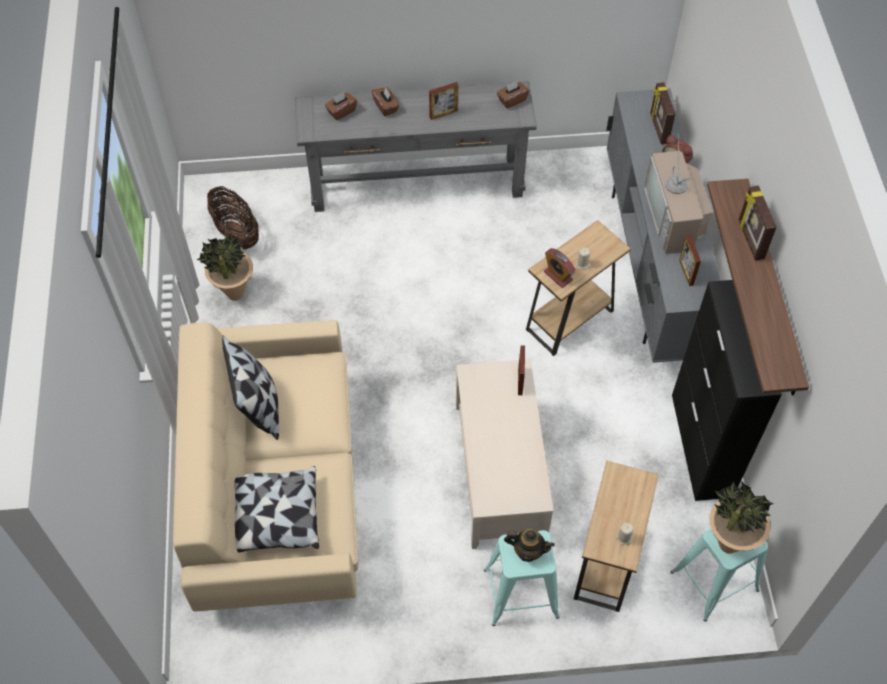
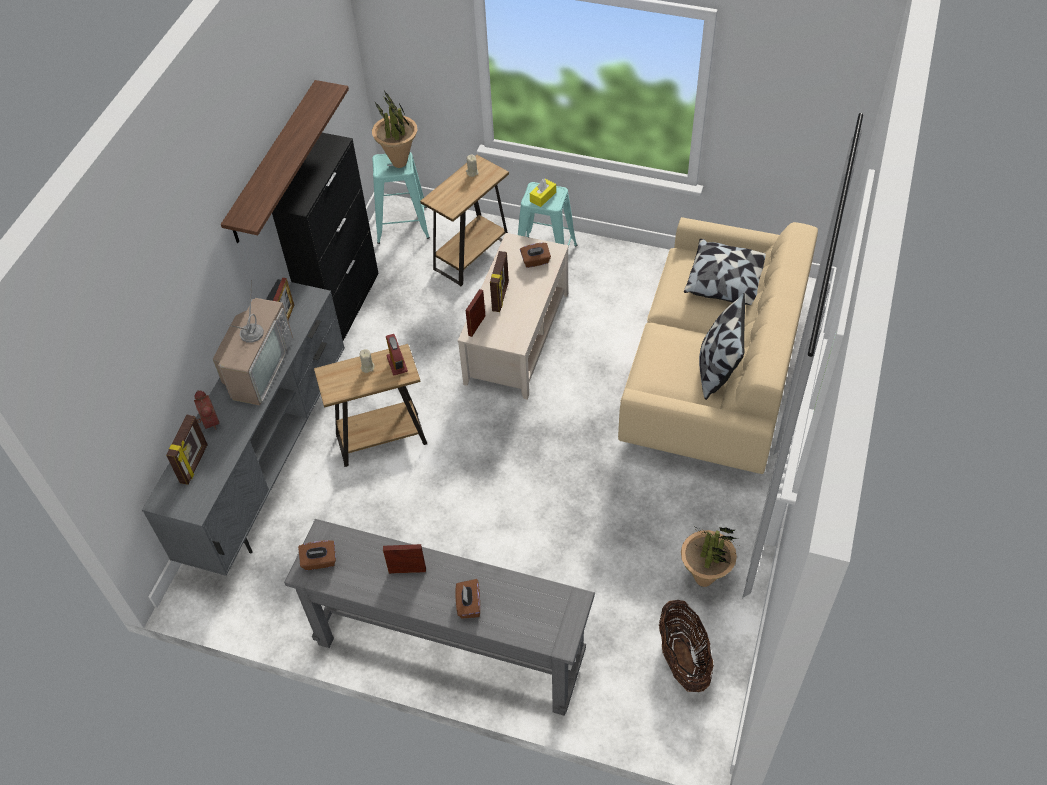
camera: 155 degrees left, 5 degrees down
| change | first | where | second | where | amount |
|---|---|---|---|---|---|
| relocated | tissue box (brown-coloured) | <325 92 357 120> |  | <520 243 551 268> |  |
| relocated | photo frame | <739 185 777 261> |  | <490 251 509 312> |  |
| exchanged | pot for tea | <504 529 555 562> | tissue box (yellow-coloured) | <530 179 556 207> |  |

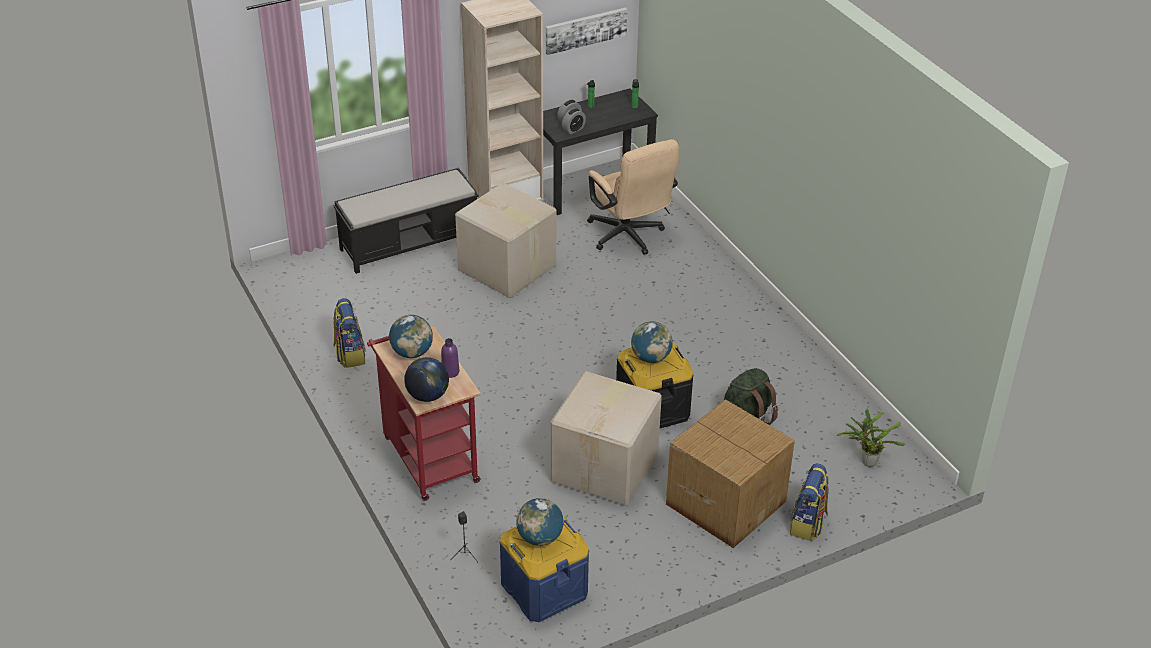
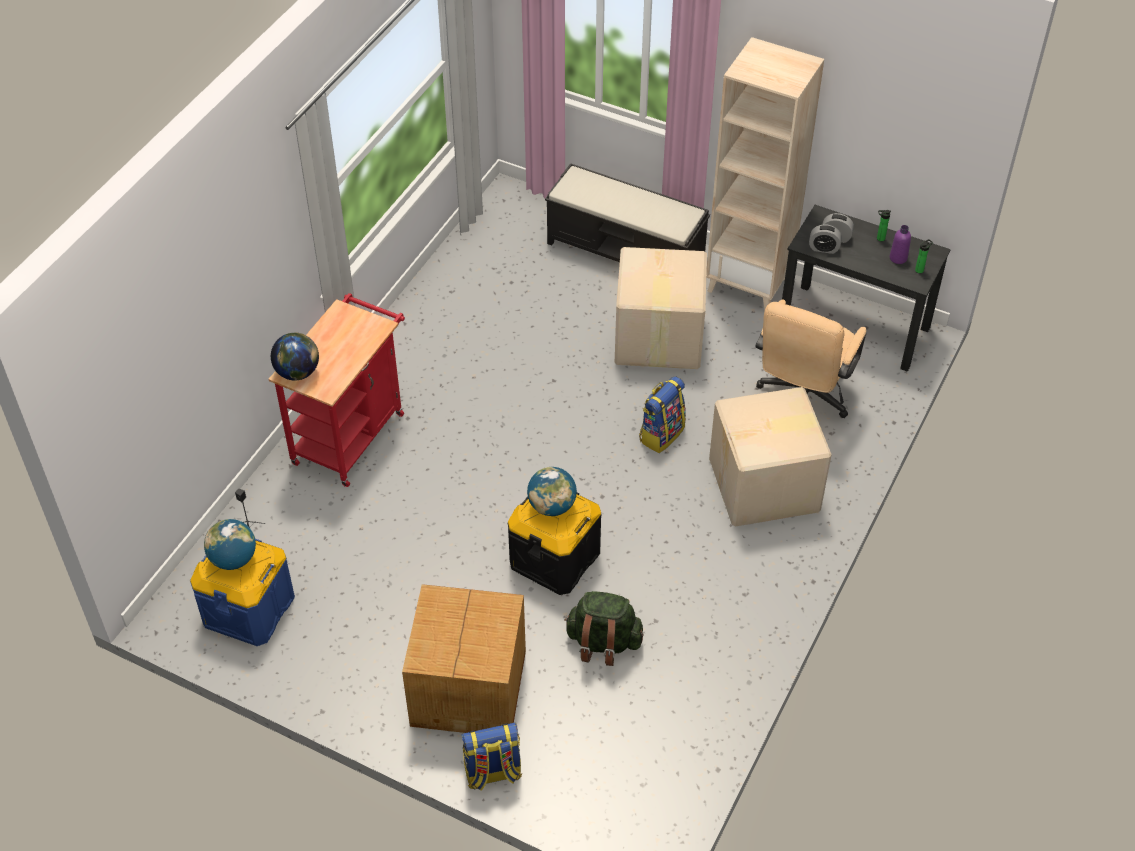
camera: 55 degrees right, 10 degrees up
| change | first | where | second | where | amount |
|---|---|---|---|---|---|
| missing | wall art | <546 8 627 55> |  |  |  |
| relocated | rucksack | <334 298 366 368> |  | <639 376 686 453> |  |
| missing | desk globe | <389 315 433 358> |  |  |  |
| relocated | beverage bottle (purplish) | <441 338 459 378> |  | <890 225 911 264> |  |
| relocated | cardboard box | <551 371 662 506> |  | <709 387 832 527> |  |
| missing | houseplant | <837 410 905 467> |  |  |  |

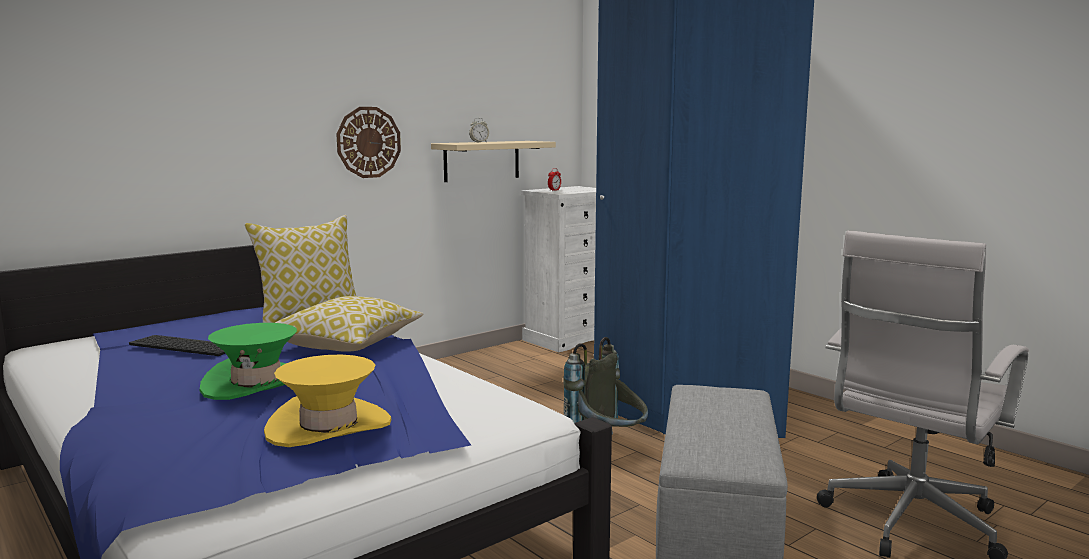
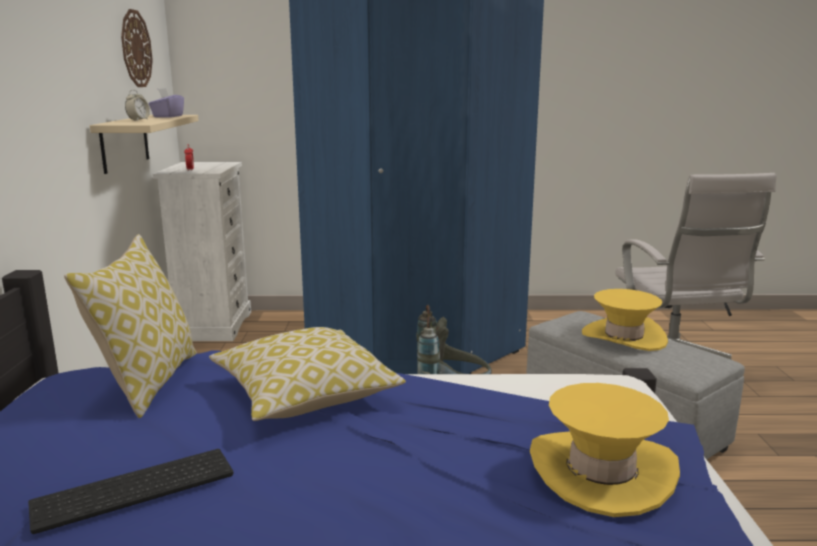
camera: 50 degrees left, 5 degrees up
| change | first | where | second | where | amount |
|---|---|---|---|---|---|
| relocated | wall clock | <336 107 401 178> |  | <121 9 153 87> |  |
| missing | hat (green) | <200 323 297 400> |  |  |  |
| appeared |  |  | tissue box (purplish) | <148 88 184 118> |  |
| appeared |  |  | hat (yellow-coloured) | <582 289 668 351> |  |

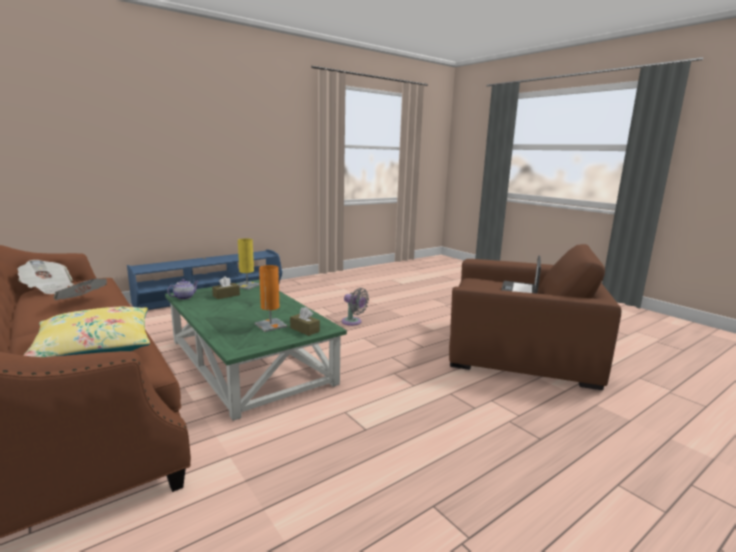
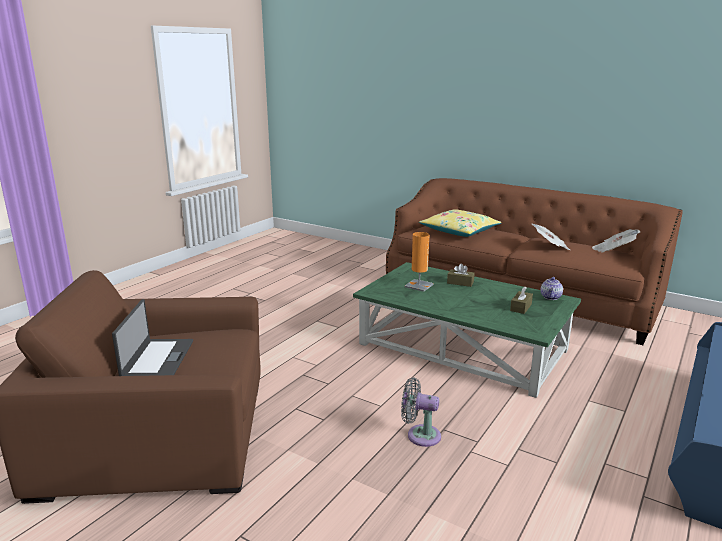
camera: 160 degrees right, 5 degrees up
| change | first | where | second | where | amount |
|---|---|---|---|---|---|
| missing | tabletop lamp (yellow-coloured) | <237 238 260 290> |  |  |  |
| relocated | tissue box (brown-coloured) | <290 307 320 336> |  | <447 264 474 287> |  |

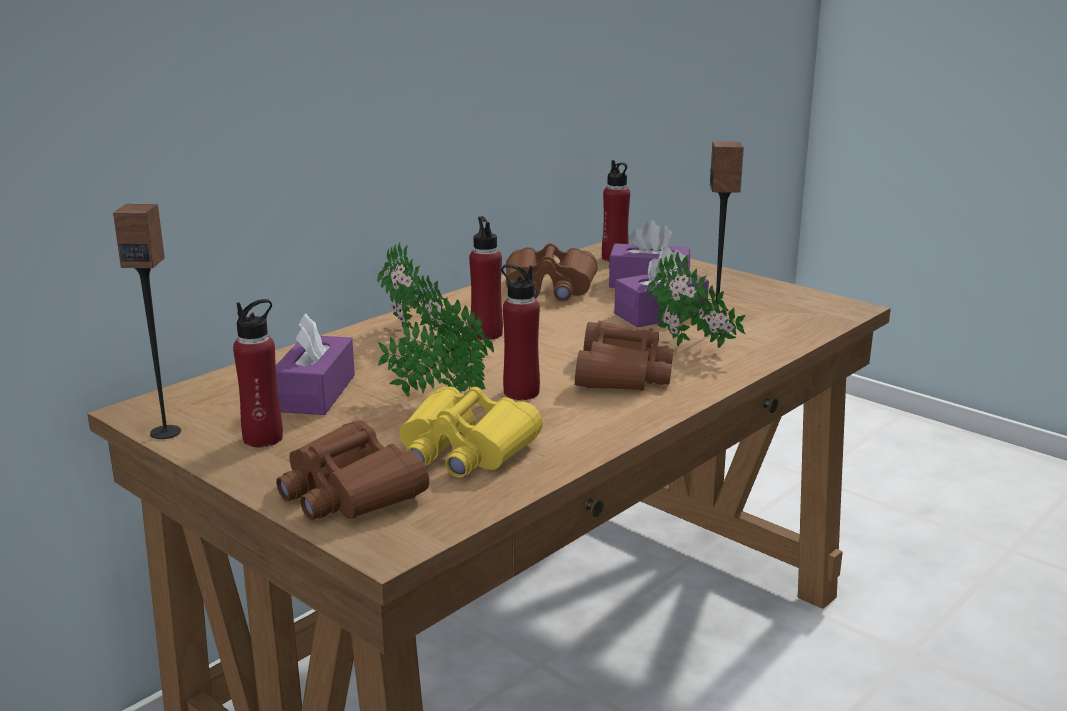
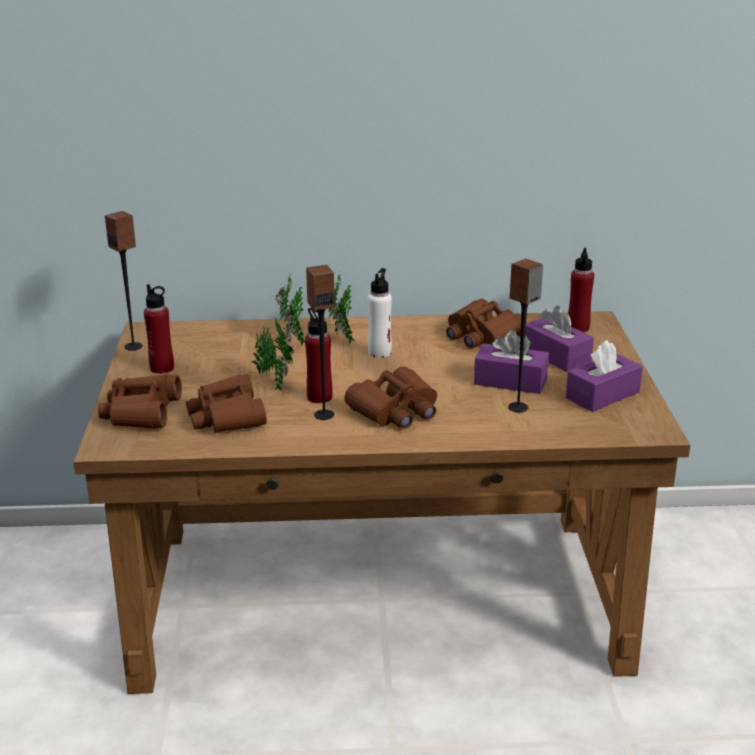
camera: 45 degrees right, 5 degrees up
| change | first | where | second | where | amount |
|---|---|---|---|---|---|
| colour | beverage bottle (red-coloured) | <469 216 503 340> | beverage bottle (white) | <368 268 392 358> |  |
| relocated | houseplant | <647 251 745 348> |  | <275 274 305 345> |  |
| relocated | tissue box (purplish) | <276 313 355 415> |  | <566 340 643 412> |  |
| colour | binoculars (yellow-coloured) | <399 387 543 478> | binoculars (brown-coloured) | <186 374 267 433> |  |
| appeared |  |  | audio speaker | <306 265 335 420> |  |

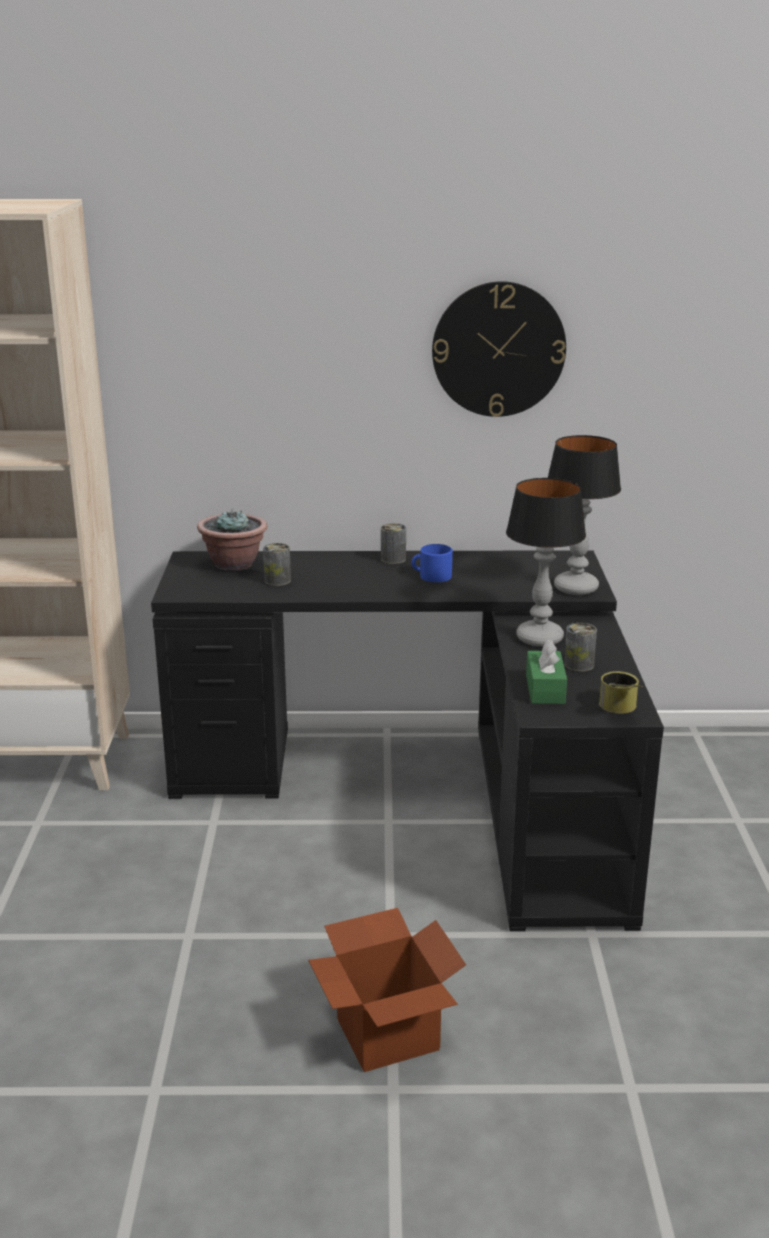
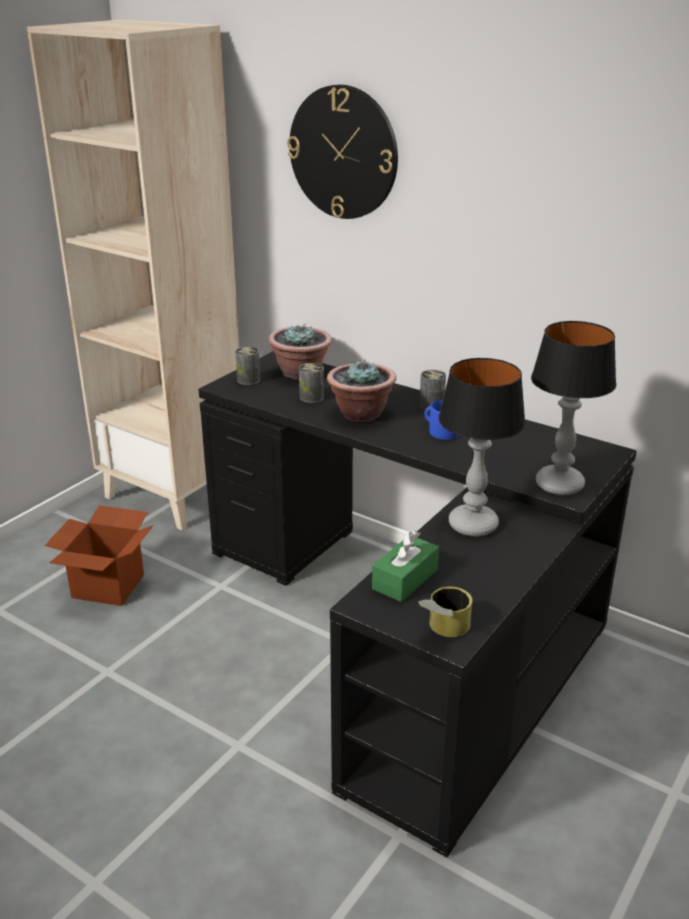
camera: 35 degrees right, 5 degrees up
| change | first | where | second | where | amount |
|---|---|---|---|---|---|
| relocated | wall clock | <432 281 566 417> |  | <287 85 398 219> |  |
| relocated | metal can | <564 623 597 672> |  | <235 347 261 385> |  |
| relocated | cardboard box | <308 908 466 1072> |  | <44 505 154 606> |  |
| appeared |  |  | houseplant | <327 360 396 423> |  |

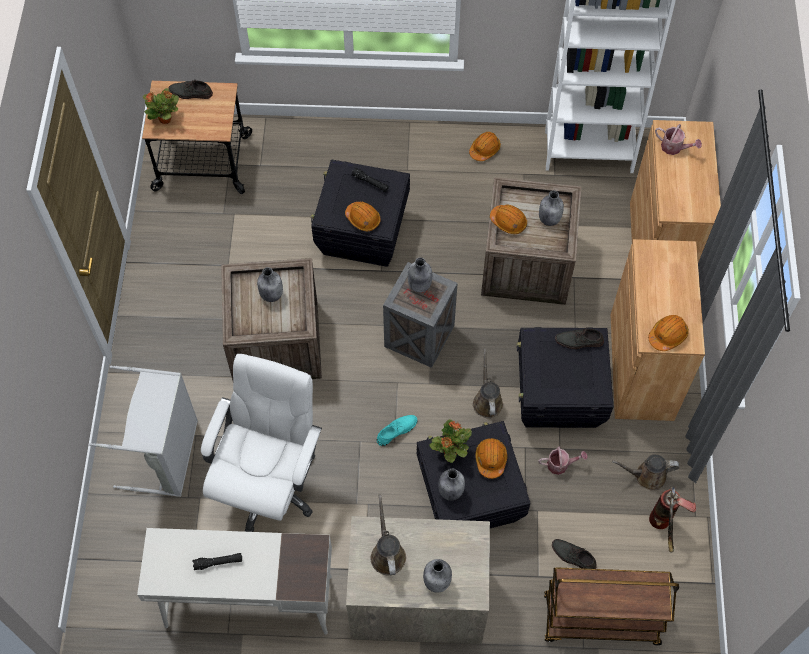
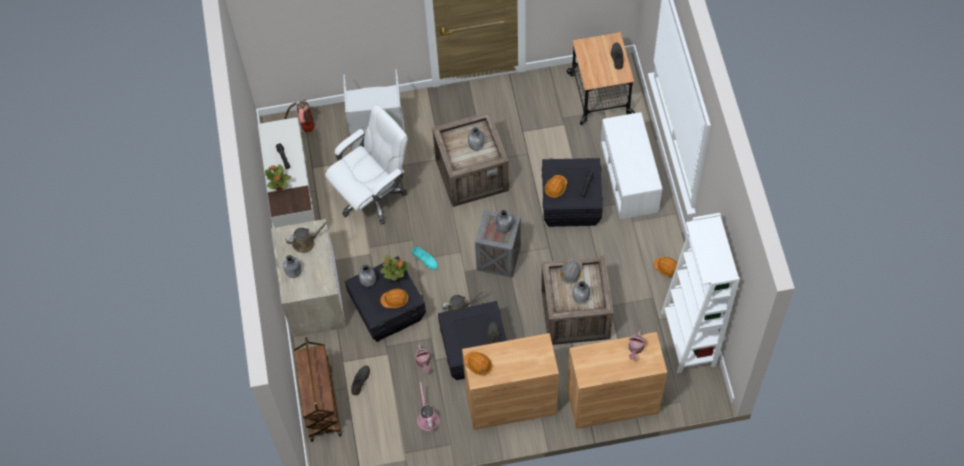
camera: 80 degrees right, 0 degrees up
| change | first | where | second | where | amount |
|---|---|---|---|---|---|
| relocated | houseplant | <143 88 179 124> |  | <265 164 291 190> |  |
| colour | safety helmet (orange-coloured) | <490 204 527 234> | safety helmet (grey) | <560 259 583 283> |  |
| spun | office chair (white) | <201 354 322 532> |  | <325 104 408 225> | 45 degrees counterclockwise |
| colour | sprinkling can (brown-coloured) | <612 454 680 491> | sprinkling can (pink) | <417 382 439 431> |  |
| relocated | fire-fighting cylinder | <649 486 696 553> |  | <284 100 315 132> |  |
| appeared |  |  | bench (white) | <601 112 662 219> |  |

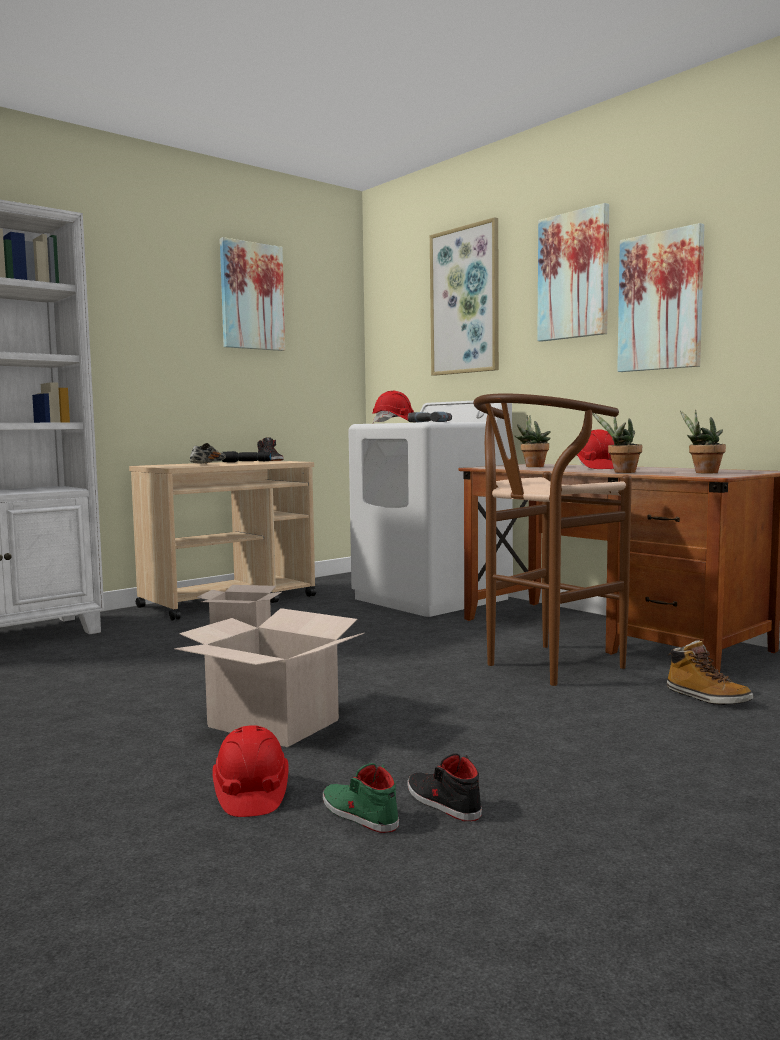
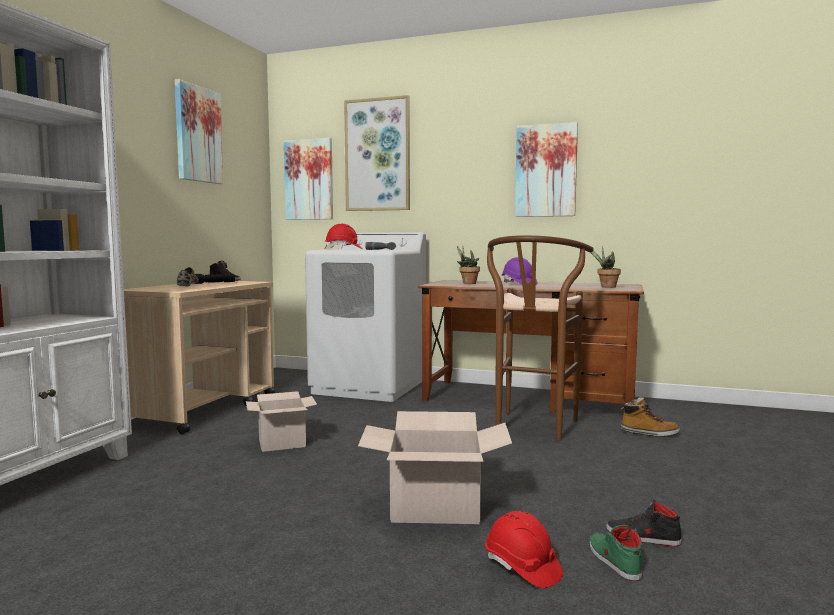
camera: 30 degrees left, 0 degrees up
| change | first | where | second | where | amount |
|---|---|---|---|---|---|
| relocated | wall art | <537 203 609 342> |  | <284 138 333 220> |  |
| missing | houseplant | <592 413 642 473> |  |  |  |
| colour | safety helmet (red-coloured) | <576 429 614 469> | safety helmet (purplish) | <502 257 538 285> |  |
| spun | item of footwear (green) | <323 763 399 833> |  | <590 525 642 581> | 60 degrees clockwise |

